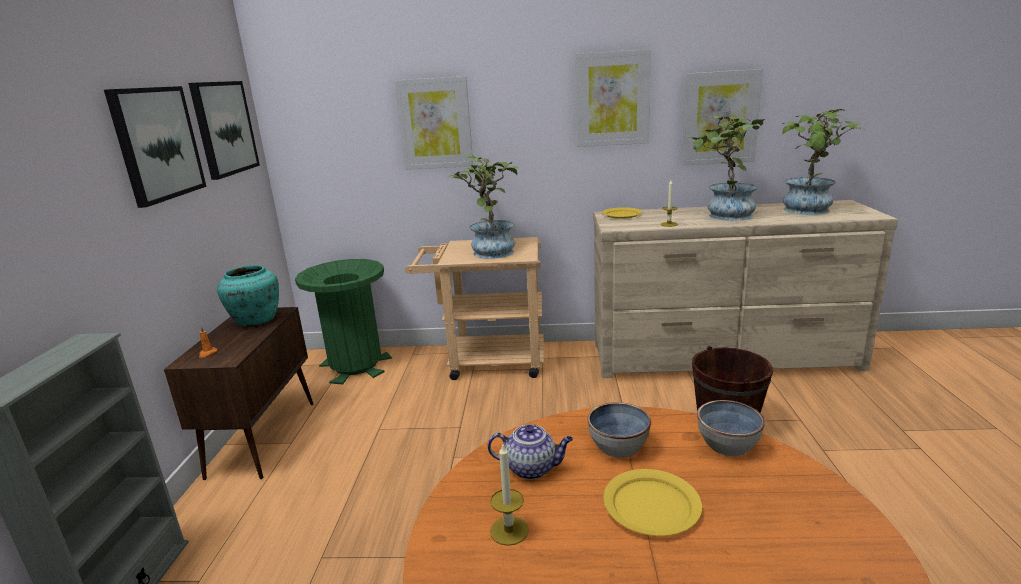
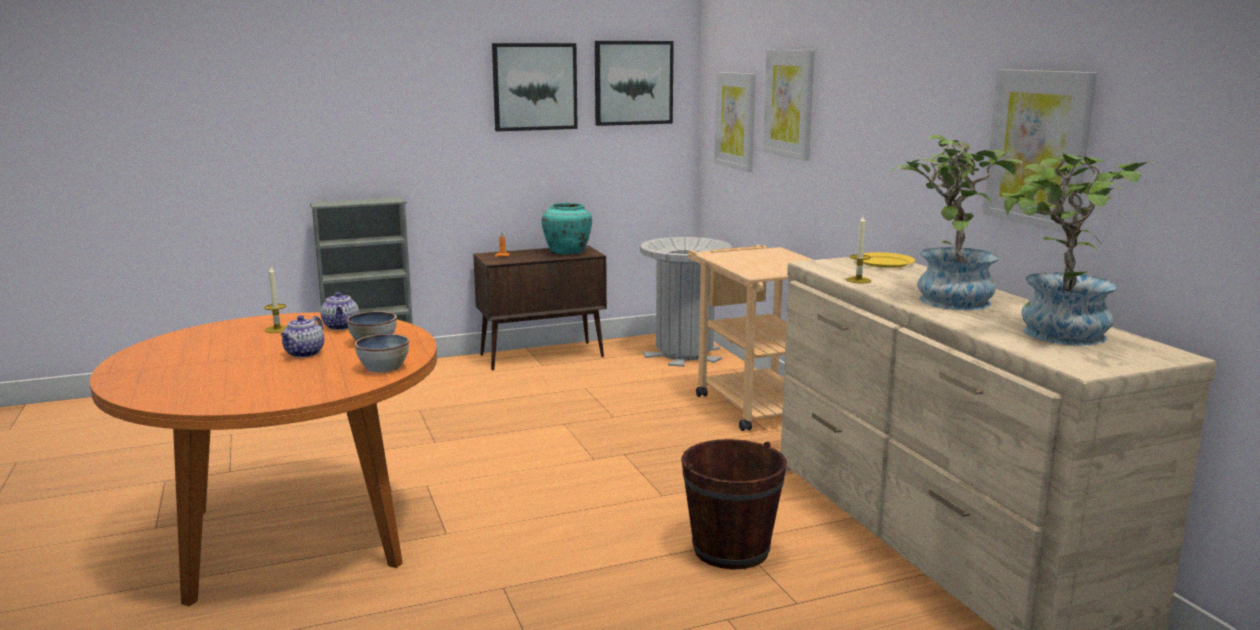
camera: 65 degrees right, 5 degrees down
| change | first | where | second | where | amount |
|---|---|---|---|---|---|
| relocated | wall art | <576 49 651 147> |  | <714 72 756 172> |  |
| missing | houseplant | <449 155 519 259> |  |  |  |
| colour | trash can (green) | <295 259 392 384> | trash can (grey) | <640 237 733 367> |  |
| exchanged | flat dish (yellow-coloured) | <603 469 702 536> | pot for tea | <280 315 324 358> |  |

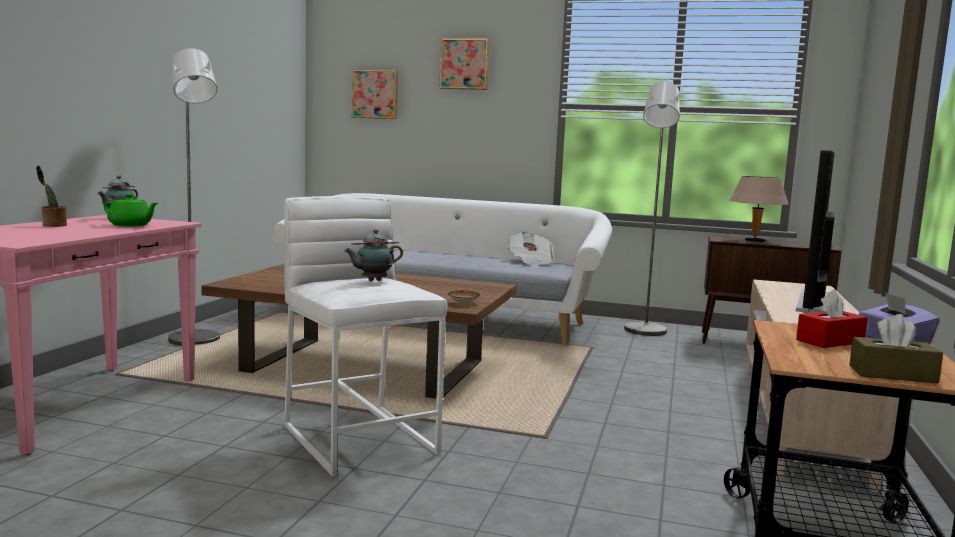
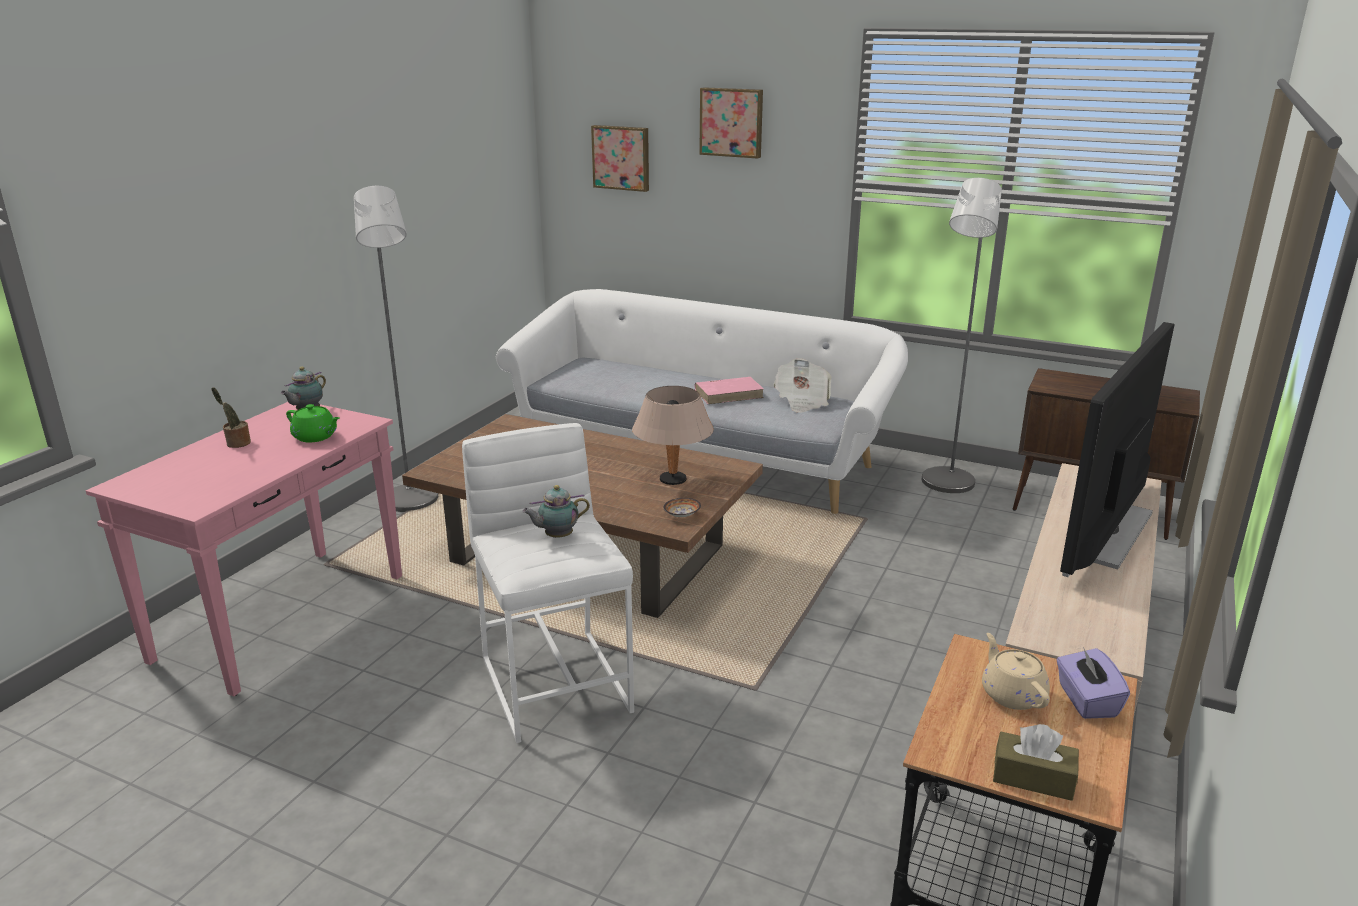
camera: 10 degrees right, 15 degrees up
| change | first | where | second | where | amount |
|---|---|---|---|---|---|
| relocated | tabletop lamp (sand-coloured) | <729 176 789 242> |  | <632 386 714 485> |  |
| exchanged | tissue box (red-coloured) | <796 289 868 348> | pot for tea (sand-coloured) | <982 633 1050 710> |  |
| appeared |  |  | bound book (pink) | <695 377 764 404> |  |

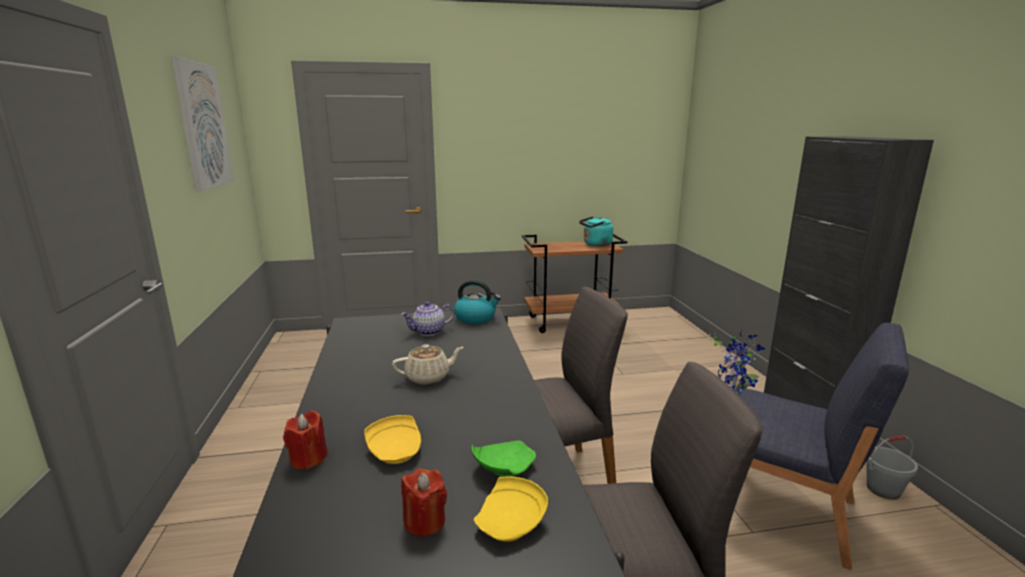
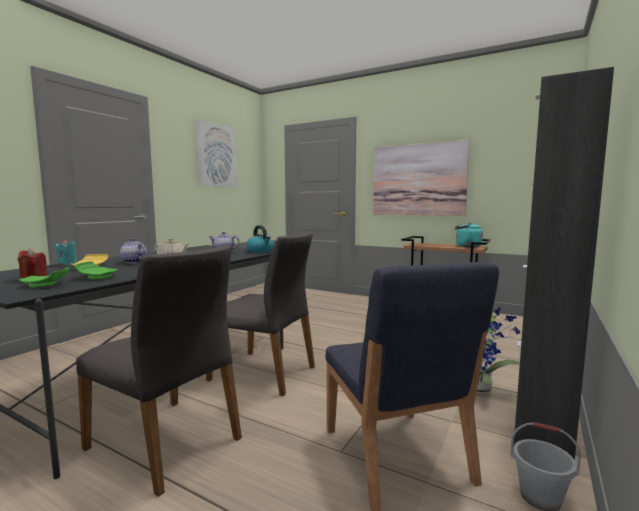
camera: 40 degrees right, 10 degrees down
| change | first | where | second | where | amount |
|---|---|---|---|---|---|
| colour | wax candle (red-coloured) | <283 411 328 469> | wax candle (blue-green) | <56 240 77 265> |  |
| colour | flat dish (yellow-coloured) | <474 476 548 542> | flat dish (green) | <19 267 69 288> |  |
| appeared |  |  | wall art | <373 140 469 216> |  |
| appeared |  |  | pot for tea | <120 238 147 263> |  |

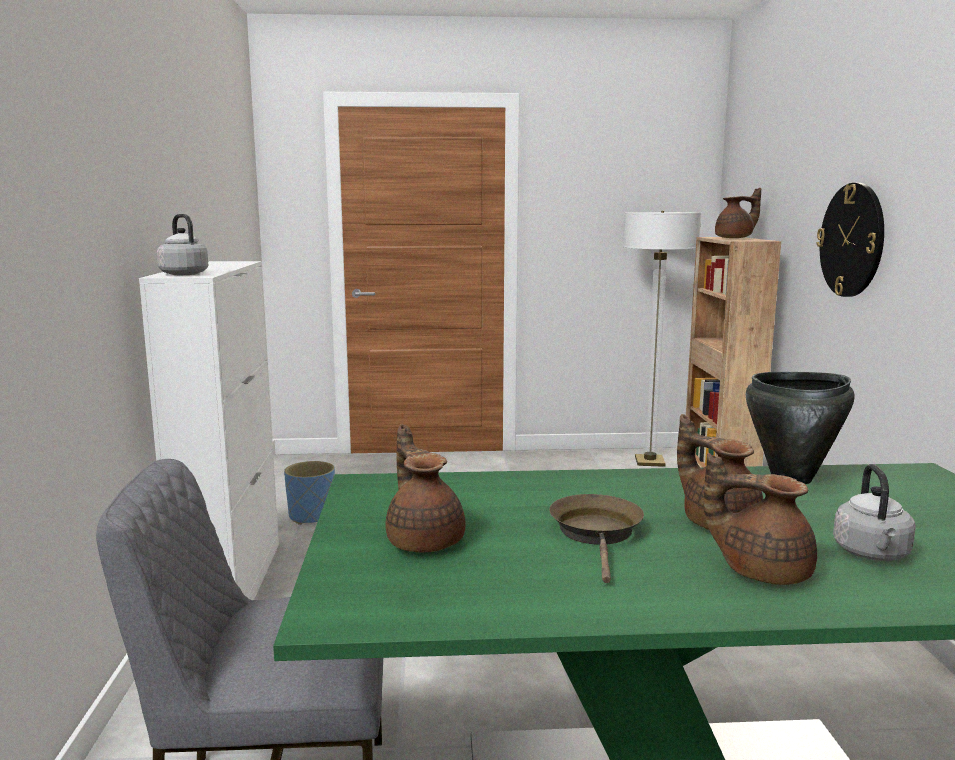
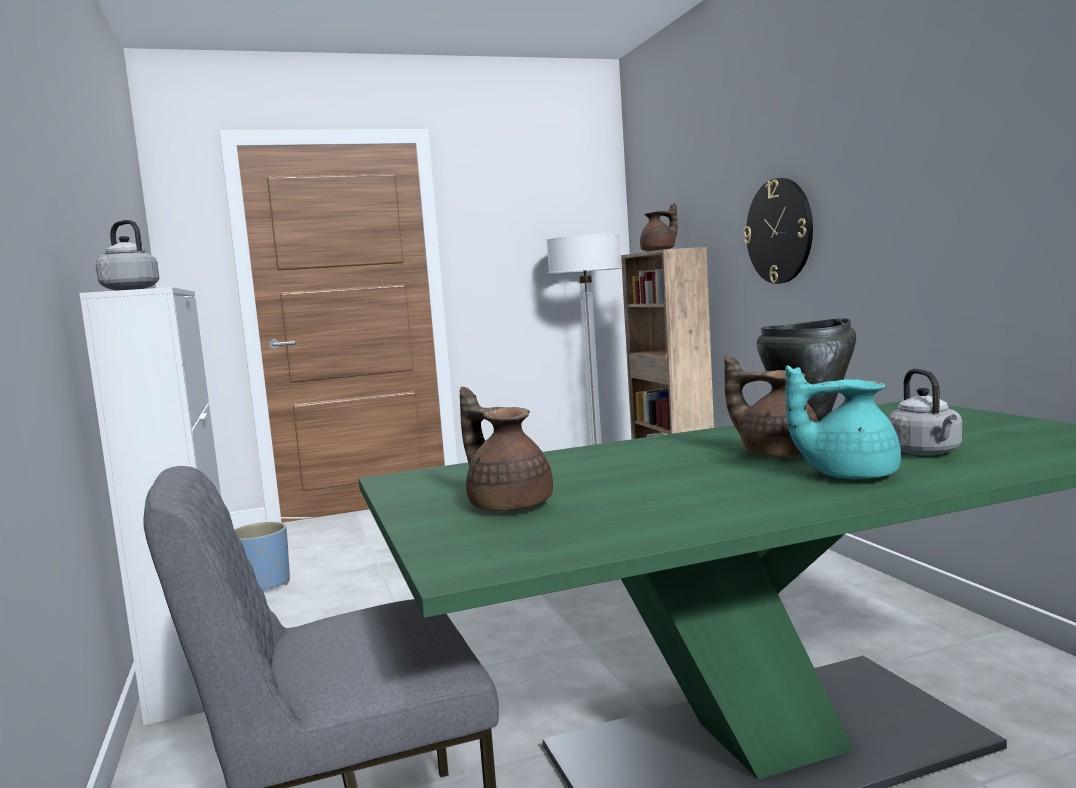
camera: 15 degrees left, 5 degrees down
| change | first | where | second | where | amount |
|---|---|---|---|---|---|
| colour | pot for tea (brown-coloured) | <704 453 817 585> | pot for tea (blue-green) | <785 365 901 479> |  |
| missing | skillet (brown-coloured) | <549 494 644 583> |  |  |  |

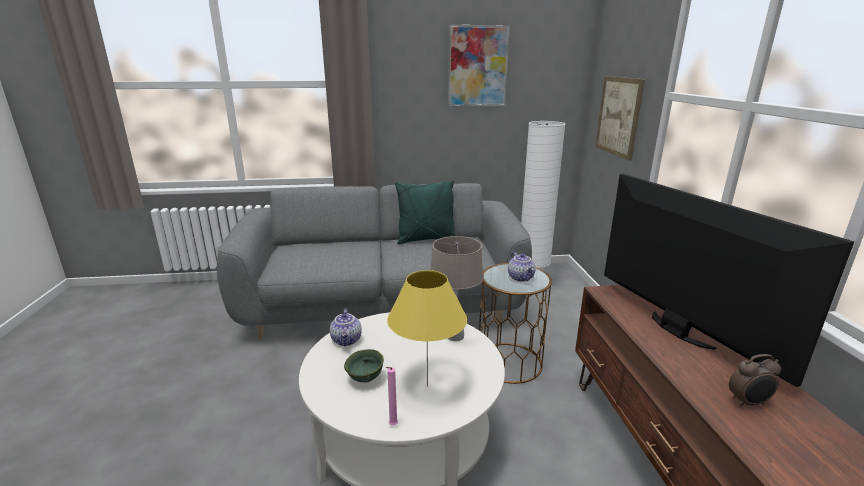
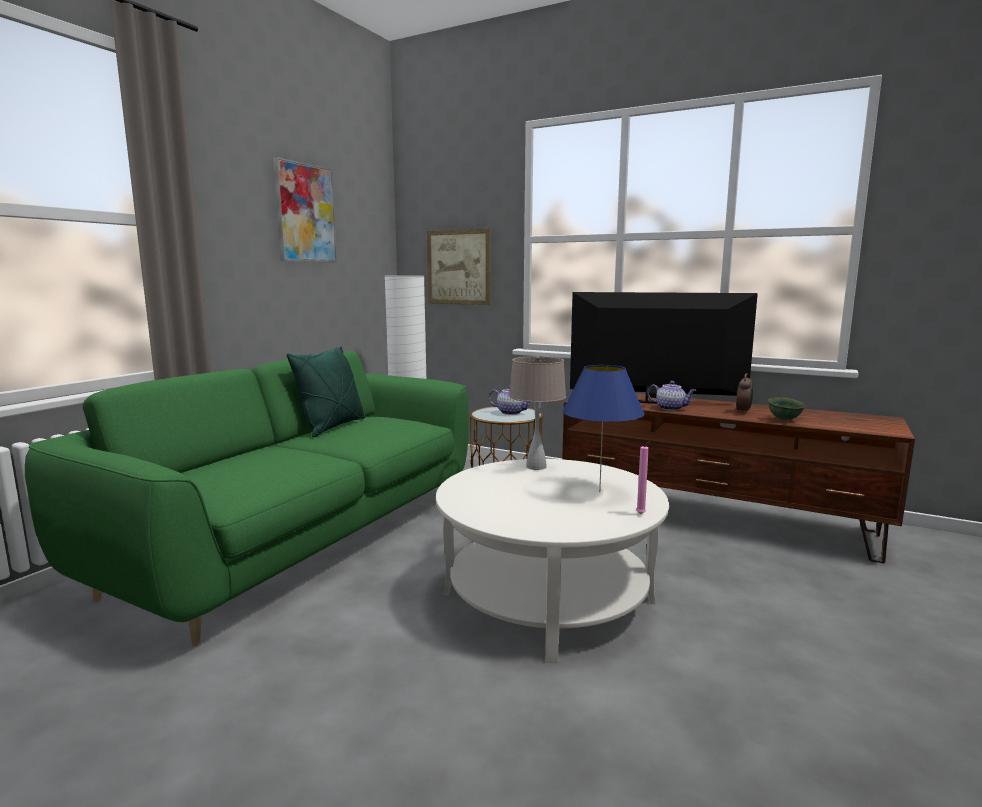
camera: 55 degrees left, 10 degrees down
| change | first | where | second | where | amount |
|---|---|---|---|---|---|
| colour | couch (grey) | <217 183 532 339> | couch (green) | <25 351 469 646> |  |
| colour | tabletop lamp (yellow-coloured) | <387 270 467 387> | tabletop lamp (blue-coloured) | <562 365 645 492> |  |
| relocated | pot for tea | <330 308 362 346> |  | <647 381 697 411> |  |
| relocated | bowl (green) | <344 349 384 382> |  | <768 397 805 421> |  |

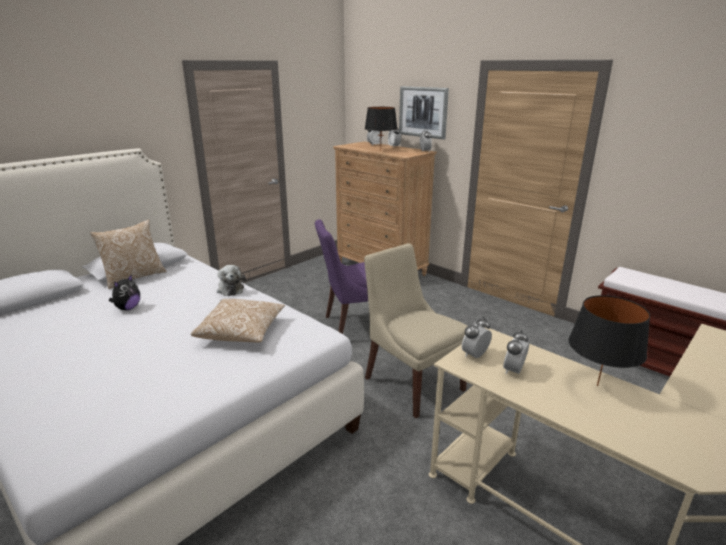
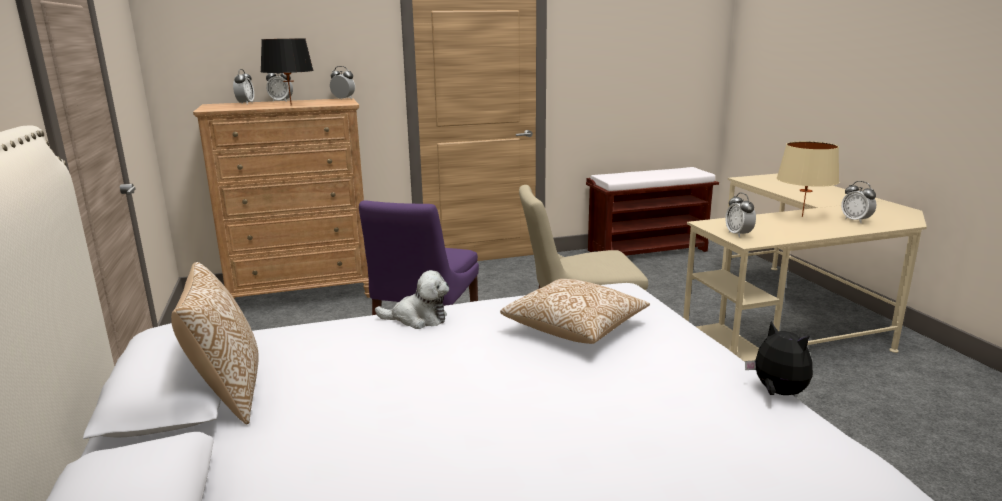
camera: 60 degrees left, 5 degrees down
| change | first | where | second | where | amount |
|---|---|---|---|---|---|
| missing | wall art | <399 86 449 139> |  |  |  |
| relocated | cuddly toy | <109 274 140 310> |  | <745 321 813 395> |  |
| colour | tabletop lamp (black) | <569 295 650 386> | tabletop lamp (sand-coloured) | <777 141 839 217> |  |
| relocated | bedside clock | <503 330 529 374> |  | <841 181 877 223> |  |

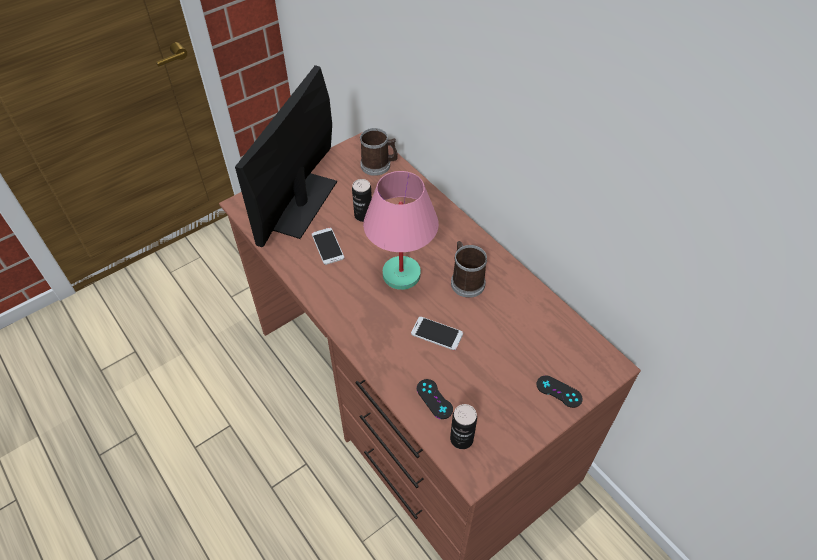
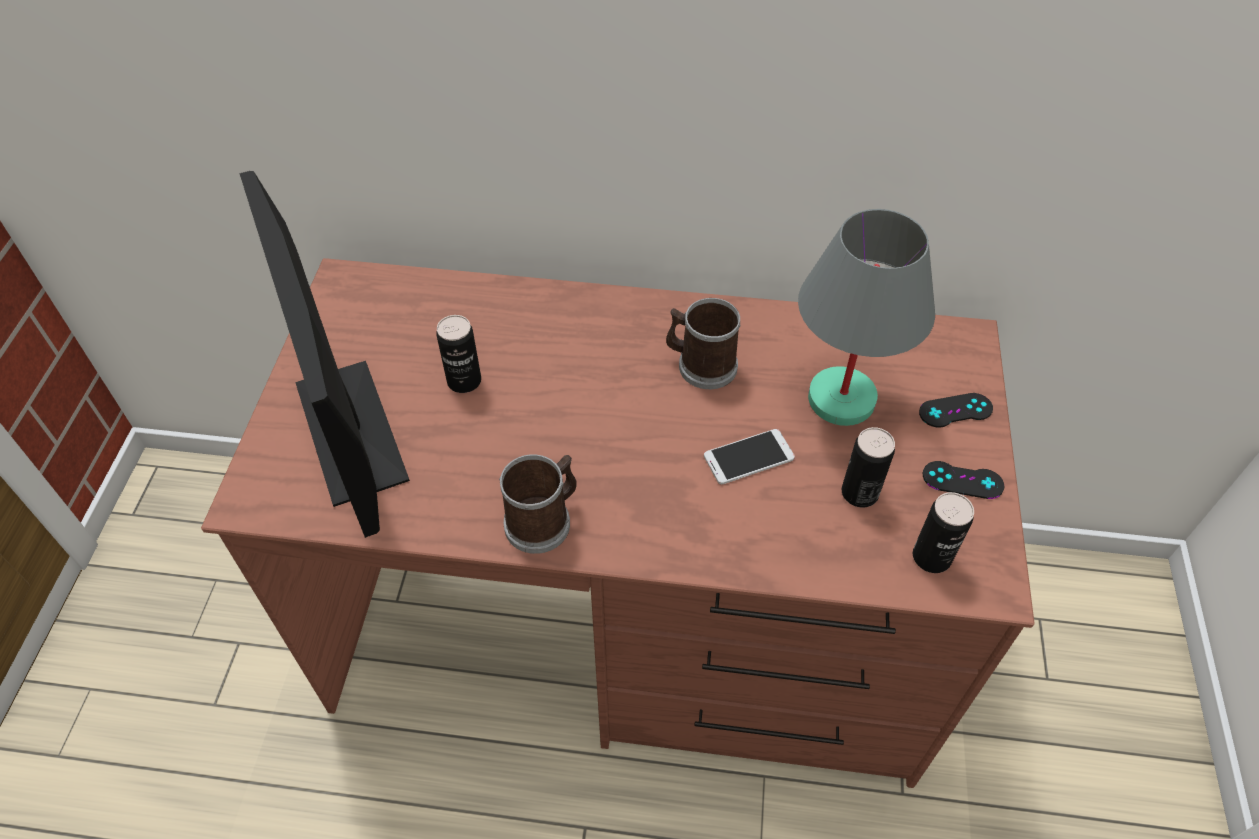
camera: 45 degrees left, 0 degrees up
| change | first | where | second | where | amount |
|---|---|---|---|---|---|
| relocated | tea mug | <360 128 398 176> |  | <499 454 577 554> |  |
| missing | tabletop lamp (pink) | <363 171 439 290> |  |  |  |
| missing | telephone | <312 228 344 265> |  |  |  |
| relocated | game controller (black) | <417 379 453 419> |  | <923 461 1005 499> |  |
| appeared |  |  | tabletop lamp (grey) | <798 209 935 426> |  |
| appeared |  |  | metal can | <842 427 895 508> |  |

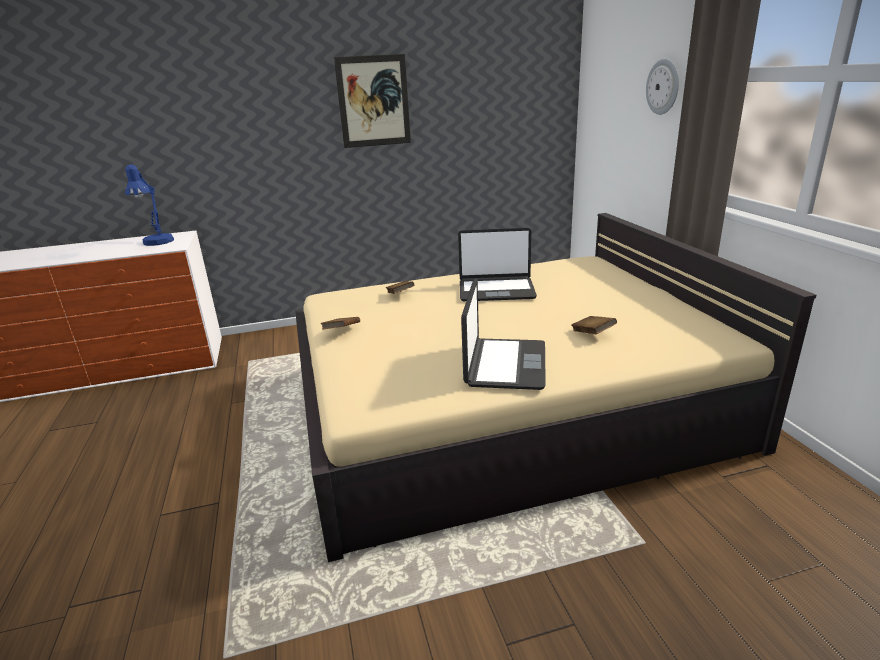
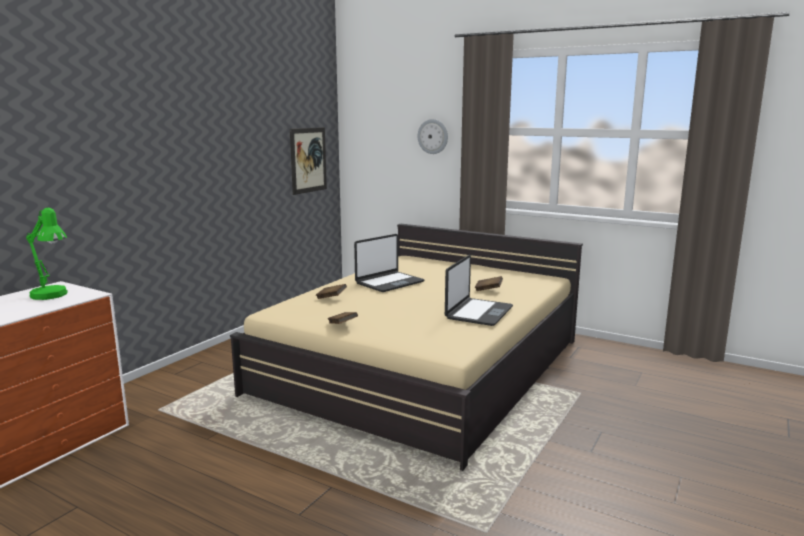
camera: 45 degrees left, 10 degrees down
| change | first | where | second | where | amount |
|---|---|---|---|---|---|
| relocated | wall art | <334 54 411 148> |  | <290 127 327 195> |  |
| colour | tabletop lamp (blue-coloured) | <125 164 174 246> | tabletop lamp (green) | <26 208 68 300> |  |
| spun | portable computer | <461 278 546 390> |  | <445 255 513 326> | 60 degrees clockwise |

